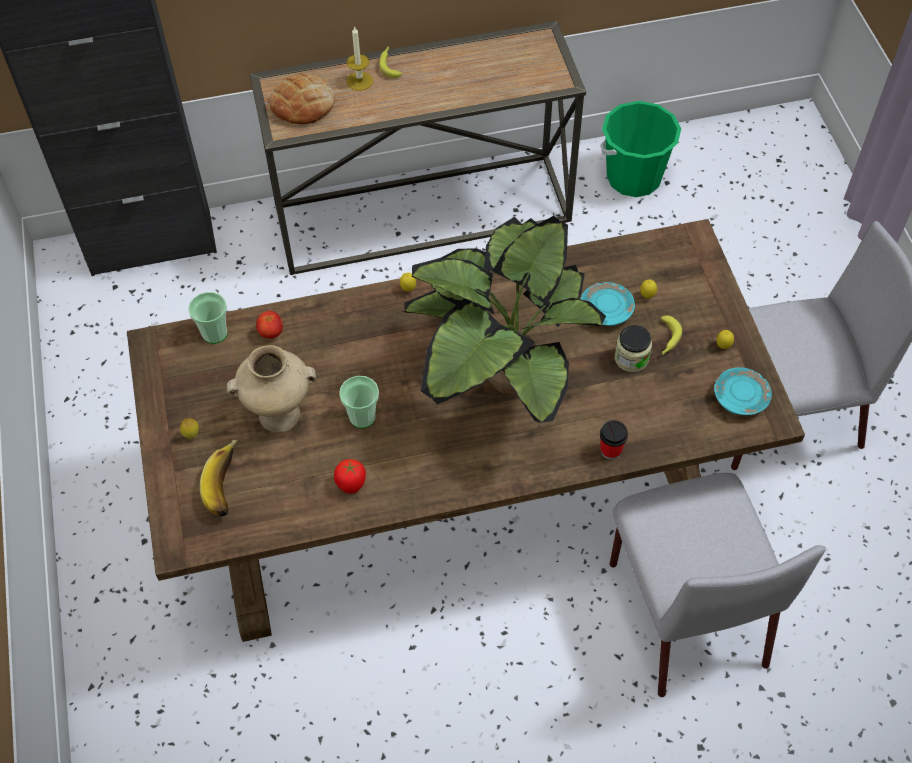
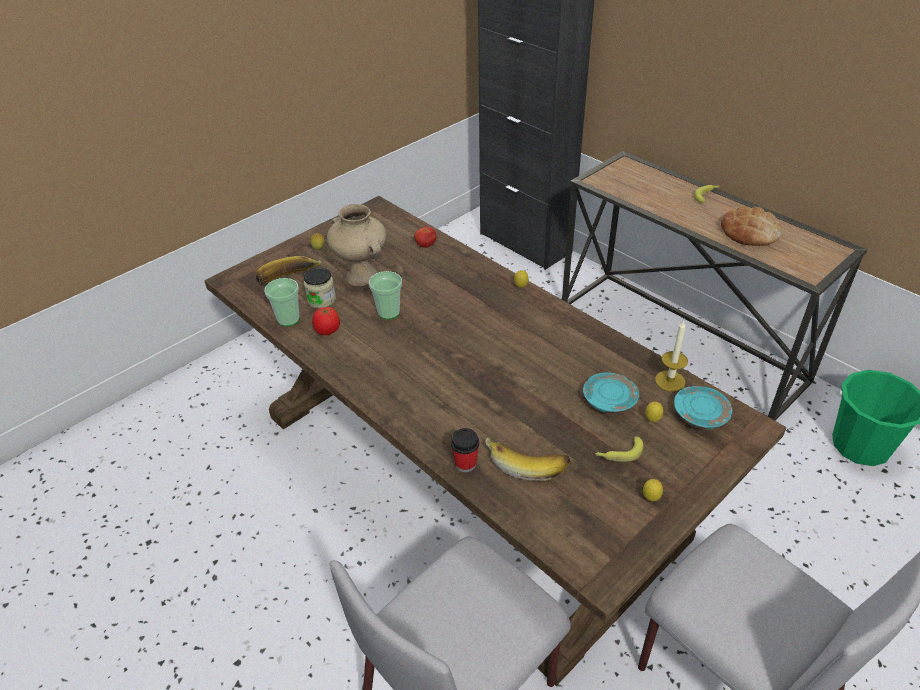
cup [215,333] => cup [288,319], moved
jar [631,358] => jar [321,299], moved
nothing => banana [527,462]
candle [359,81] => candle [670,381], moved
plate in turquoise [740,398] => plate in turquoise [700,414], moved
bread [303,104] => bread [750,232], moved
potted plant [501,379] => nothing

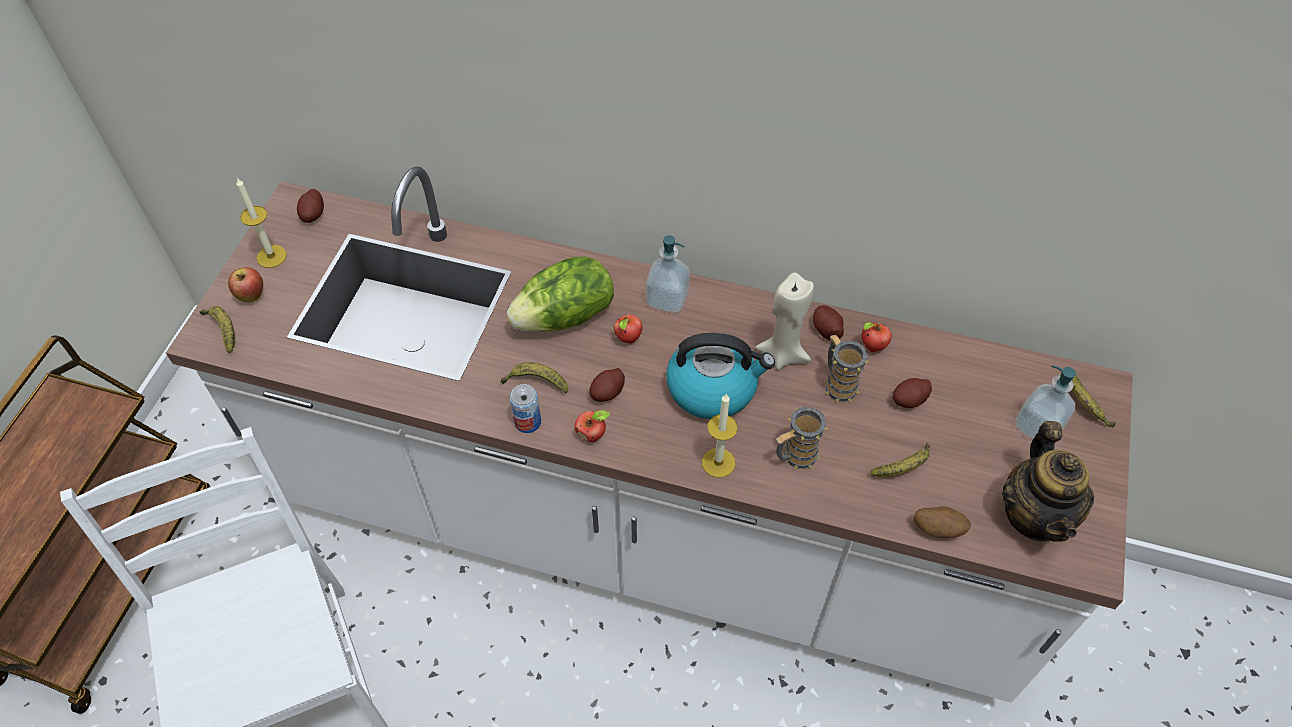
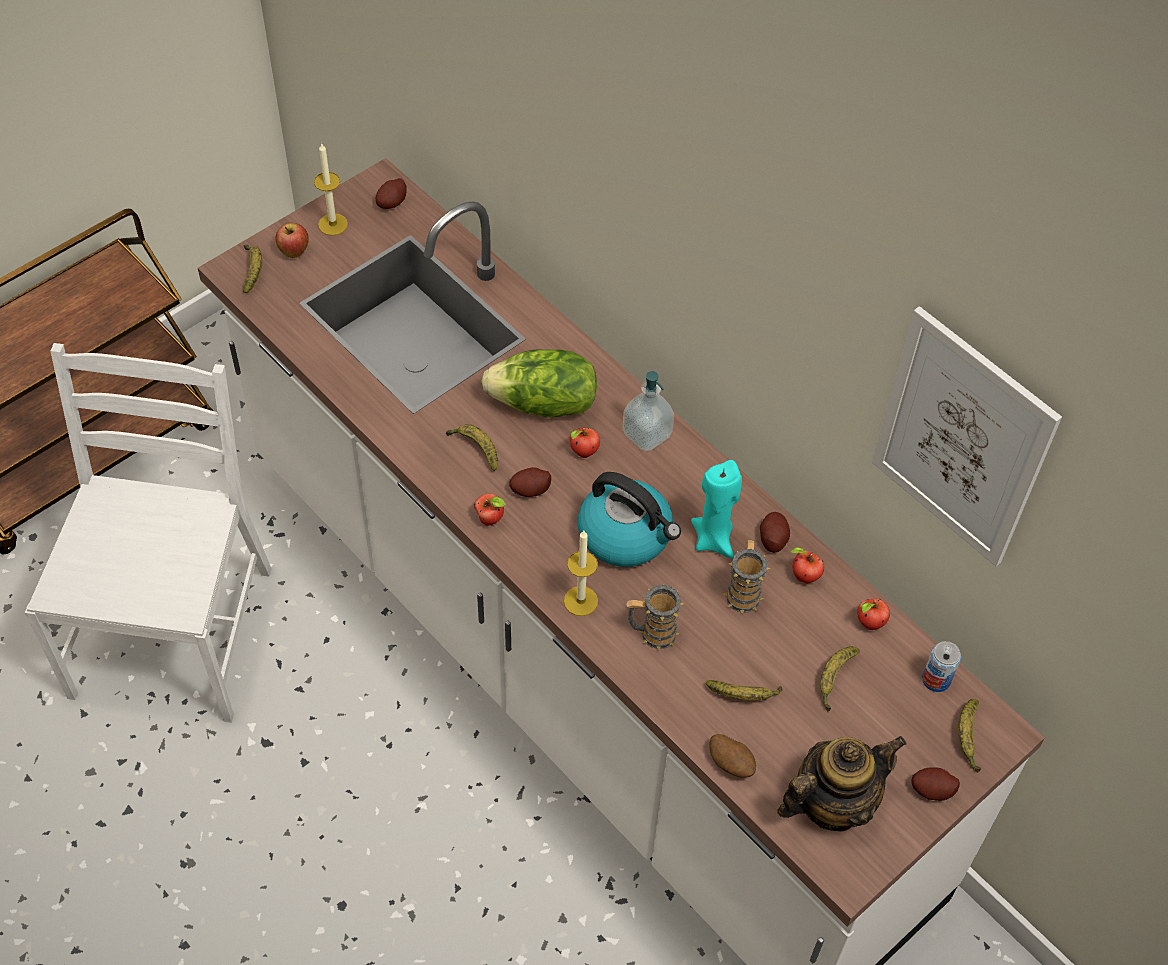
candle in beige [783,354] => candle in turquoise [714,539]
teapot [1035,514] => teapot [832,803], 150 degrees counterclockwise
nothing => banana [834,679]
nothing => apple [869,624]
nothing => picture [961,439]
potato [909,400] => potato [931,790], moved
can [527,422] => can [936,679], moved
soap dispenser [1037,426] => nothing

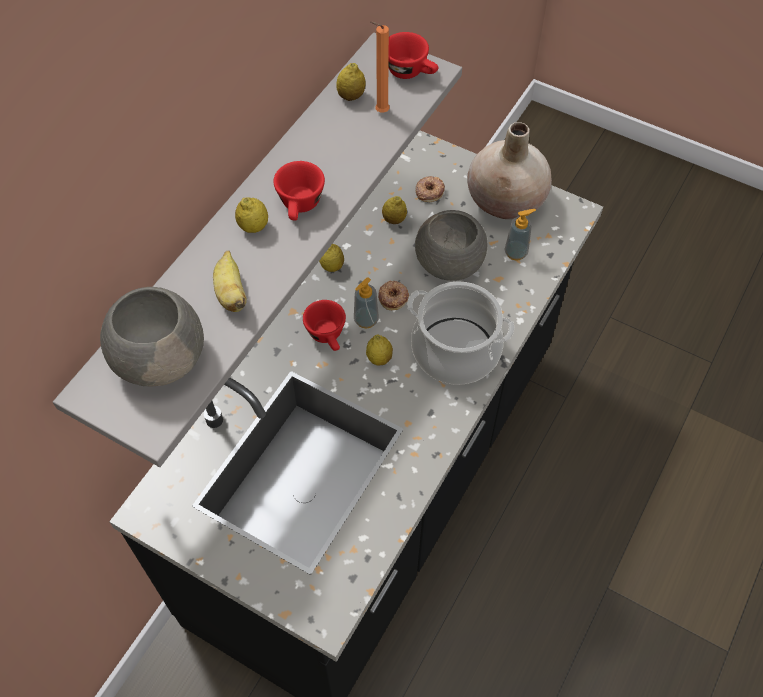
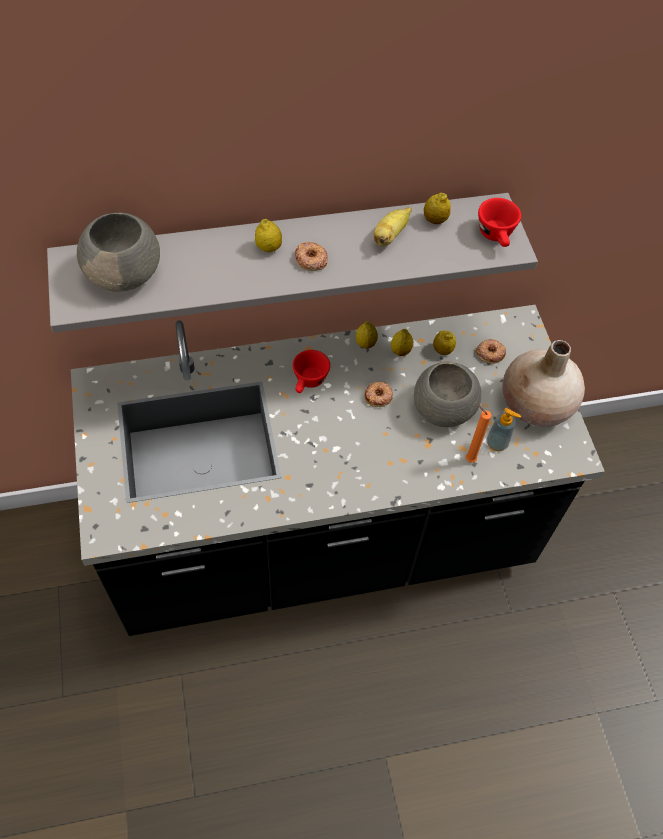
cup in red [300,207] => donut [311,259]
banana [231,293] => banana [390,236], moved
lemon [379,358] => lemon [400,351], moved
candle in orange [380,112] => candle in orange [468,459], moved
soap dispenser [366,320] => nothing
cooking pot [456,350] => nothing

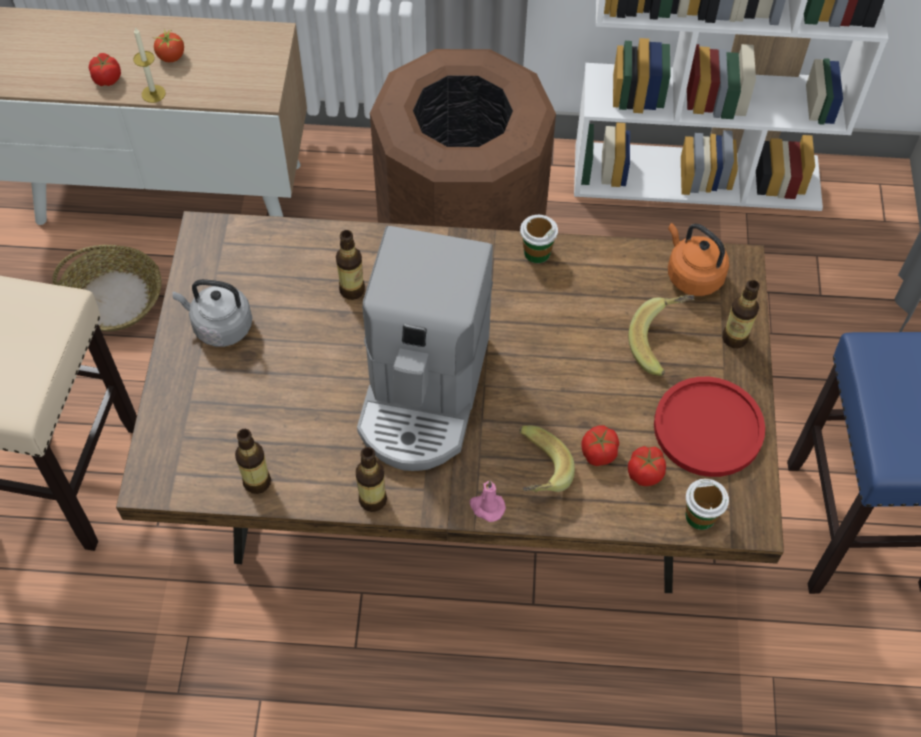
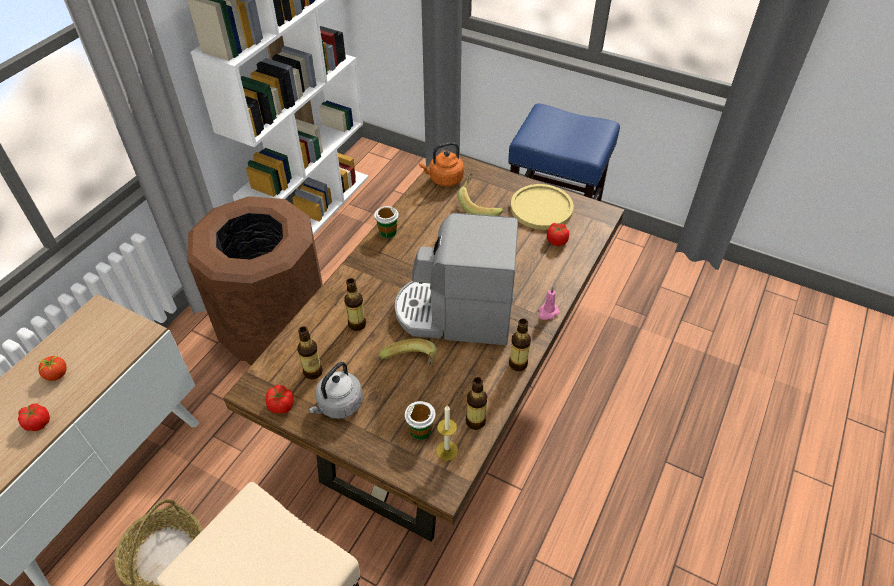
tomato [598,453] => tomato [281,405], moved
bottle [734,338] => bottle [313,372], moved
banana [534,472] => banana [410,365], moved
coffee machine [424,393] => coffee machine [455,315], 150 degrees clockwise
cup [700,516] => cup [420,430], moved
candle [153,93] => candle [447,450], moved
plate in red [708,428] => plate in yellow [541,208]

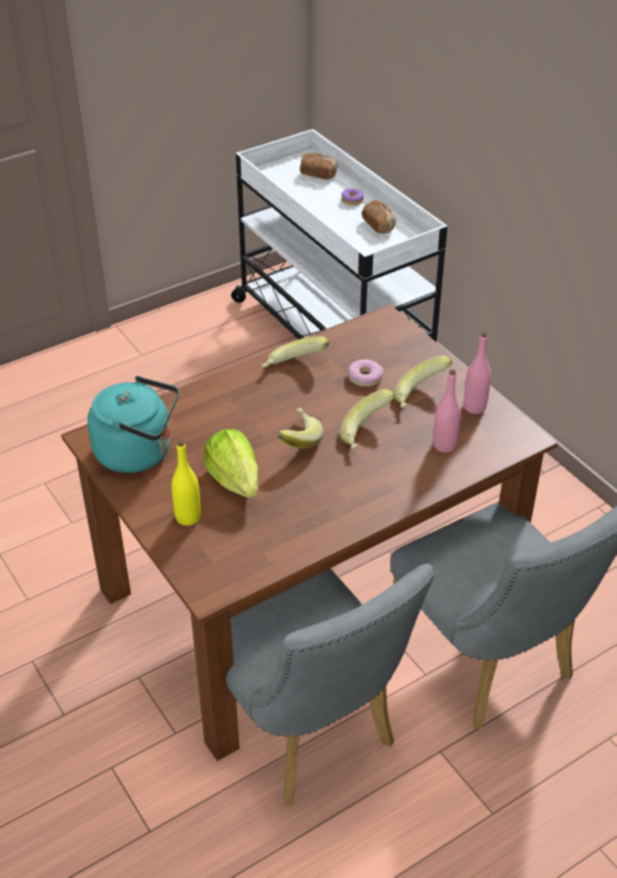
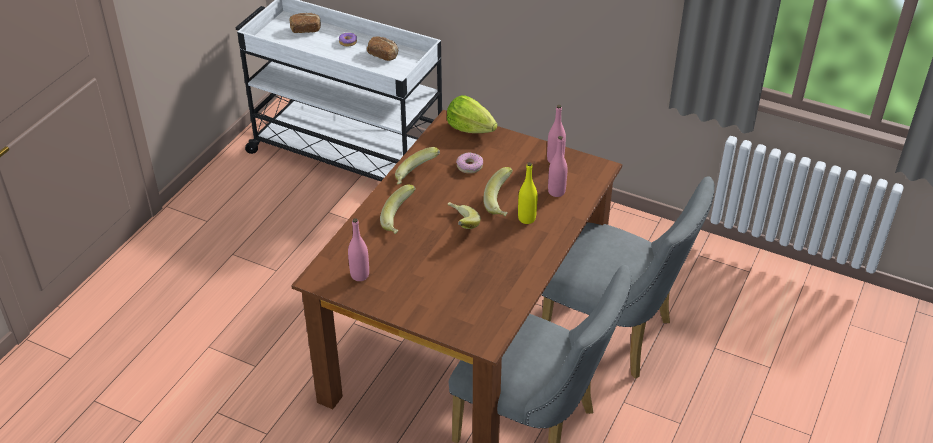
kettle in turquoise [139,452] => bottle in pink [360,275]
banana [421,397] => banana [400,221], moved
lettuce [235,480] => lettuce [470,128], moved
bottle in yellow [188,517] => bottle in yellow [526,218], moved

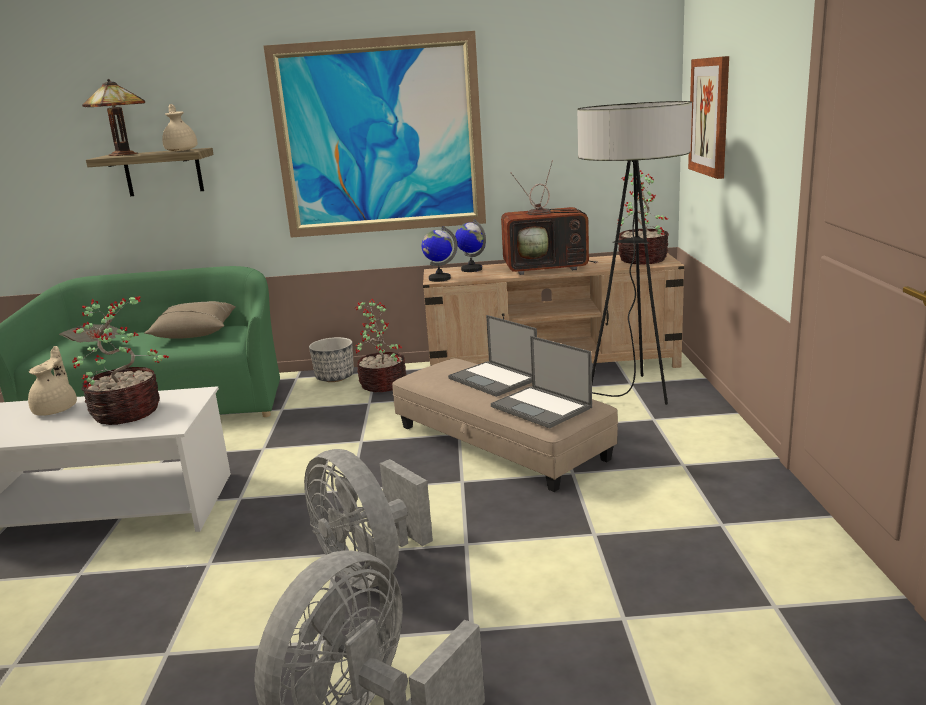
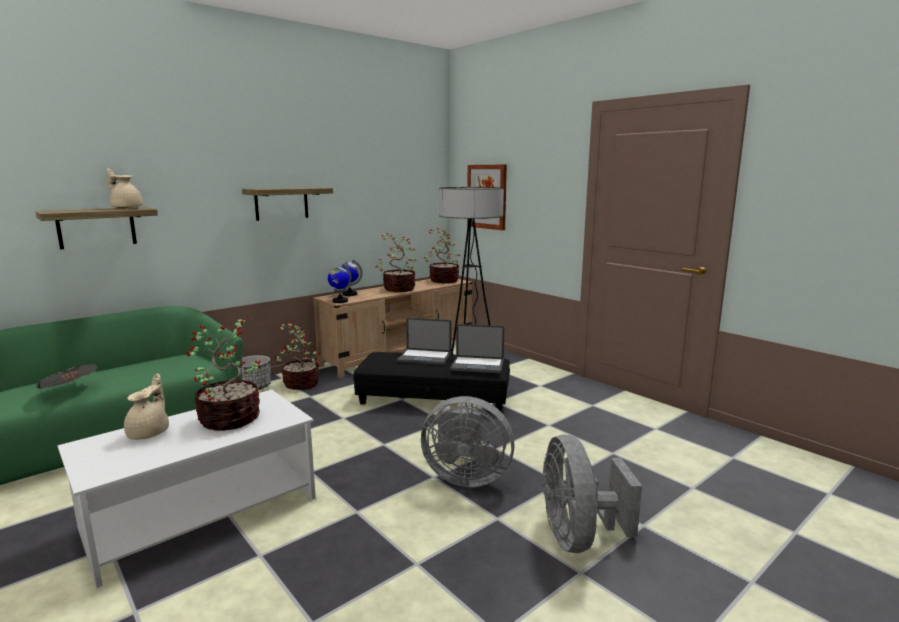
teapot in beige [57,409] => teapot in beige [150,433], 45 degrees clockwise
picture [379,138] => shelf [281,203]
ottoman in beige [500,442] => ottoman in black [434,397]
television [547,268] => potted plant [398,289]
table lamp [124,154] => nothing
pillow in beige [195,332] => nothing

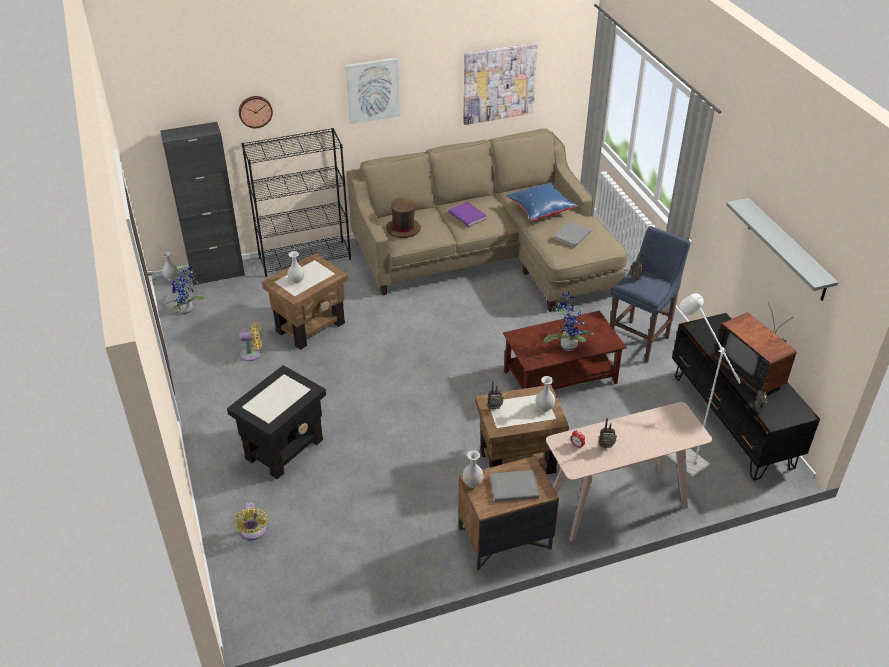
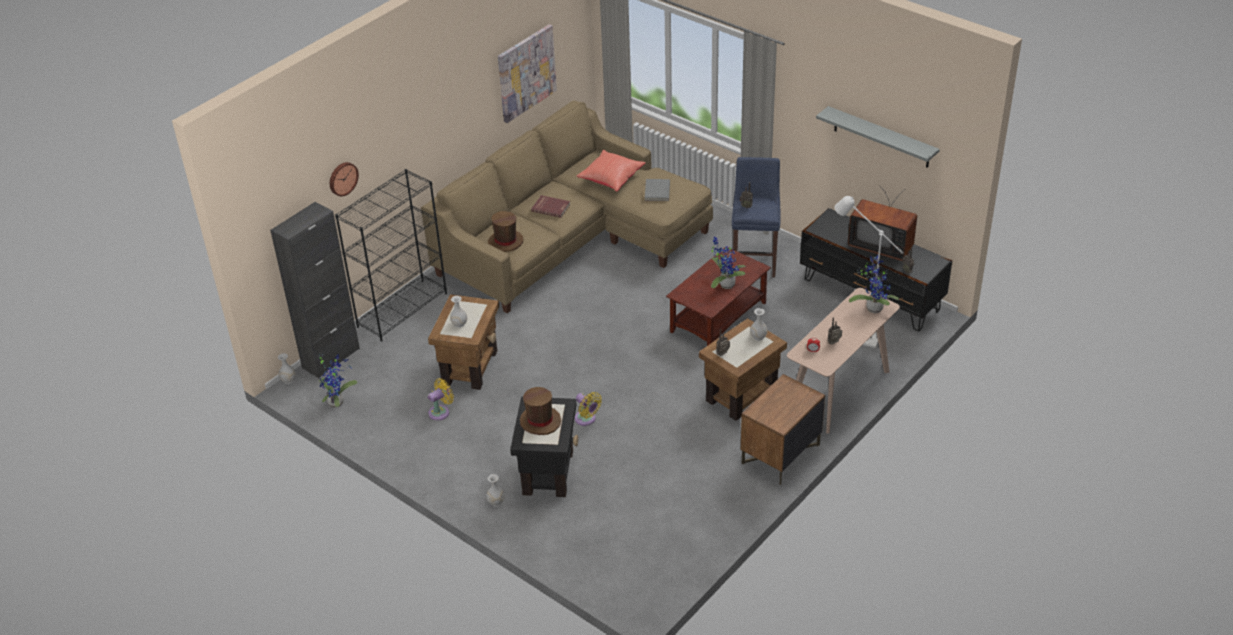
vase in white [472,483] => vase in white [495,502], moved
nothing => hat in brown [540,421]
book in purple [468,215] => book in red [551,207]
fan in yellow [253,532] => fan in yellow [586,419], moved
pillow in blue [540,210] => pillow in red [611,179]
nothing => potted plant [873,307]
picture [372,90] => nothing
book in grey [513,487] => nothing

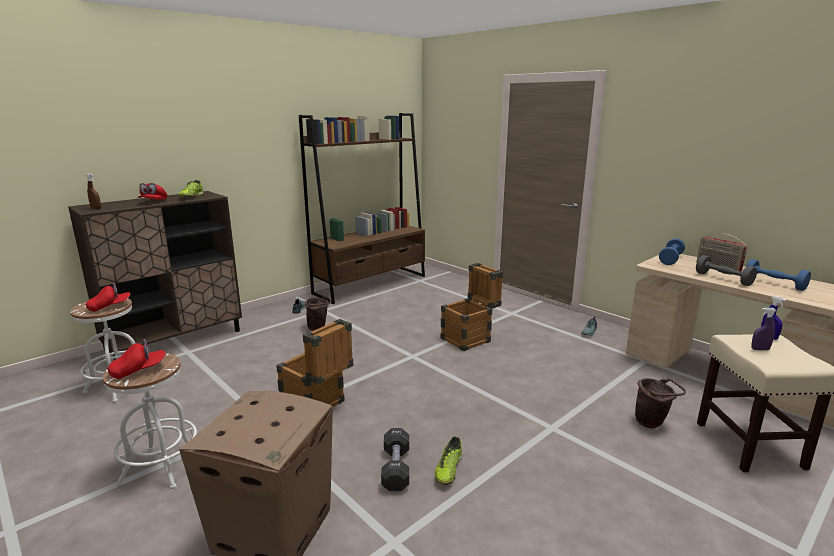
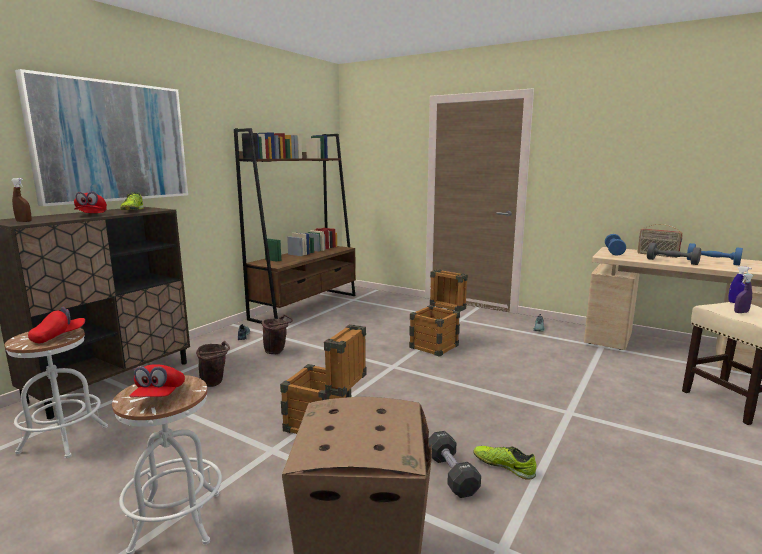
nothing => picture [112,142]
cap in red [139,370] => cap in red [159,396], 135 degrees clockwise
bucket in brown [652,423] => bucket in brown [215,383], moved
shoe [448,469] => shoe [504,466], 120 degrees clockwise

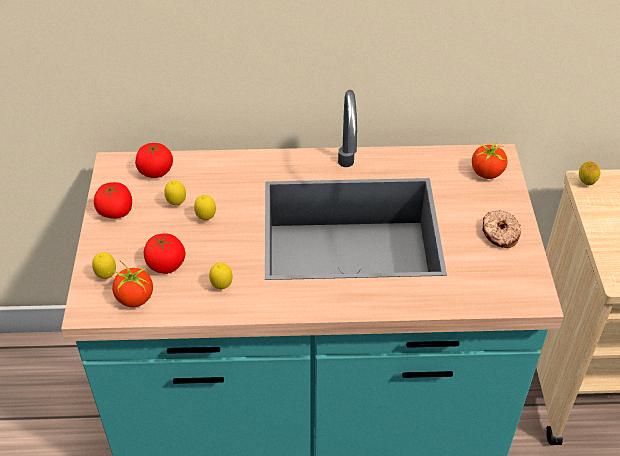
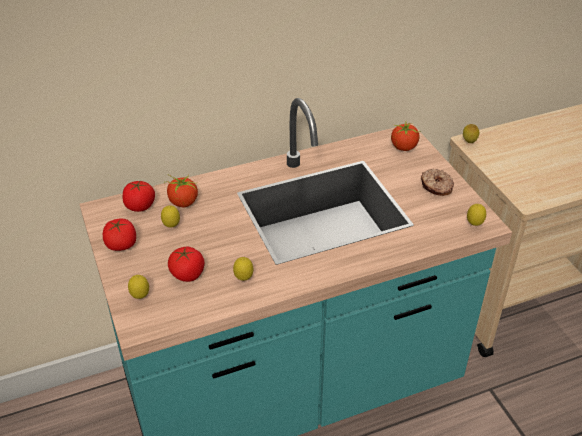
tomato [134,298] => tomato [183,202], moved
lemon [206,218] => lemon [474,225], moved

